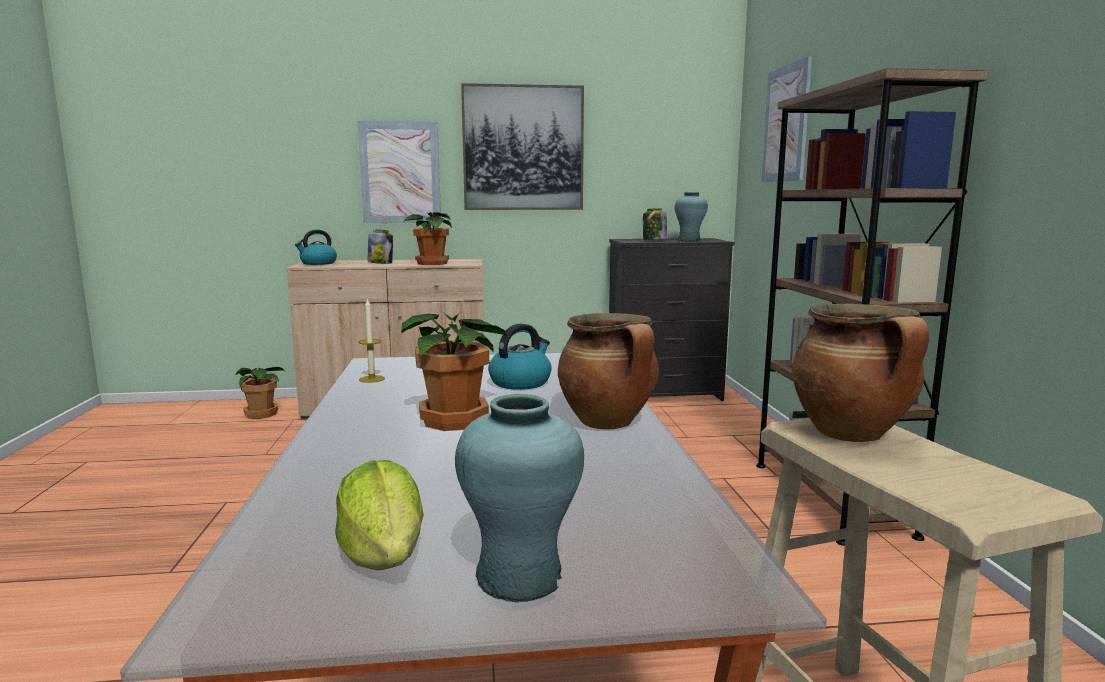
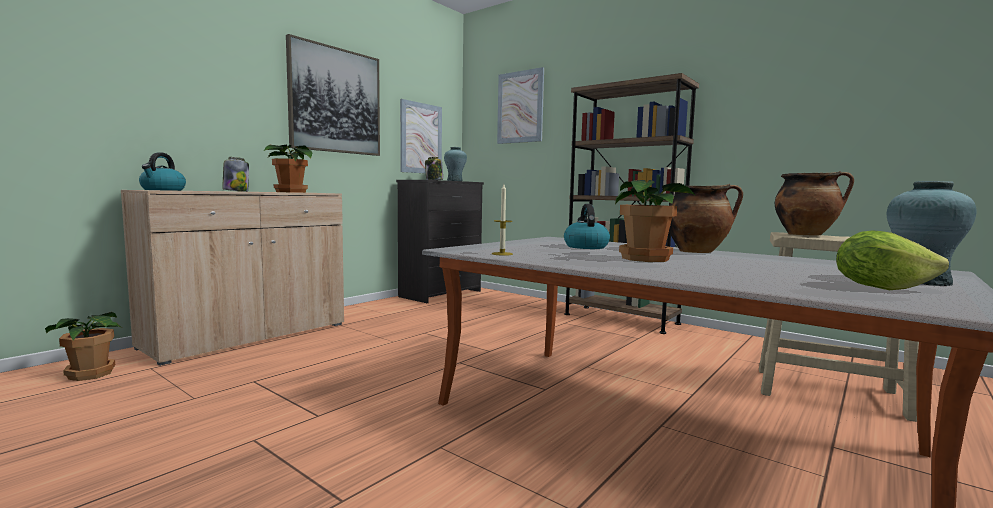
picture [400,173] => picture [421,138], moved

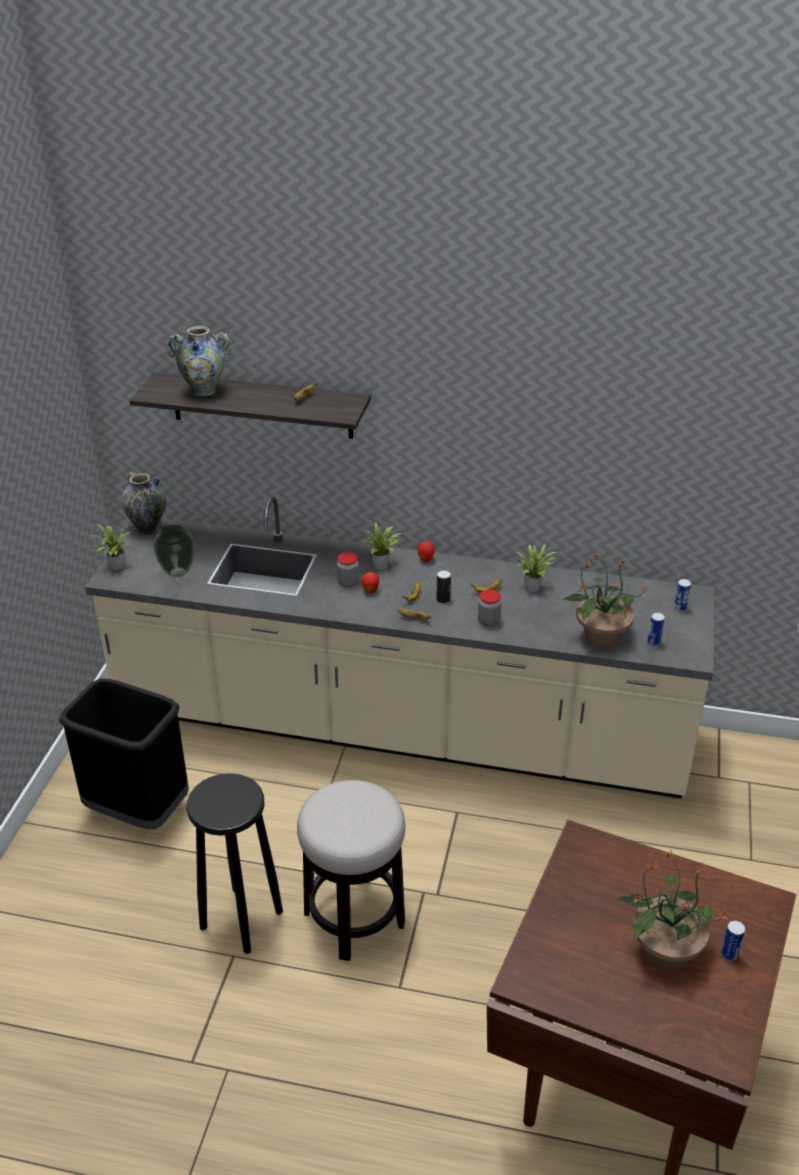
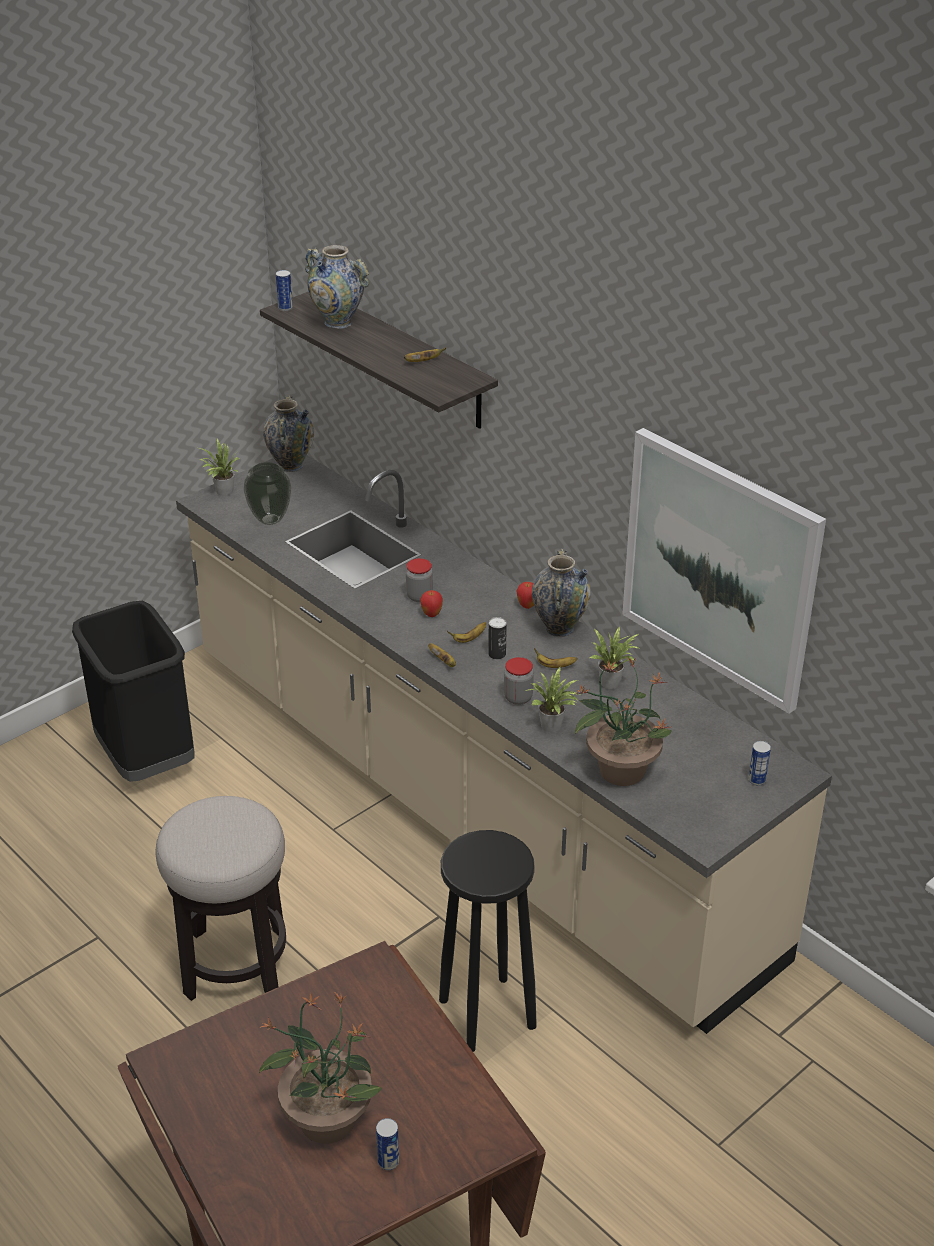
can [653,642] => can [285,308], moved
stool in black [240,920] => stool in black [486,1013], moved
potted plant [382,565] => potted plant [553,727], moved
nothing => vase [559,628]
nothing => picture [719,568]

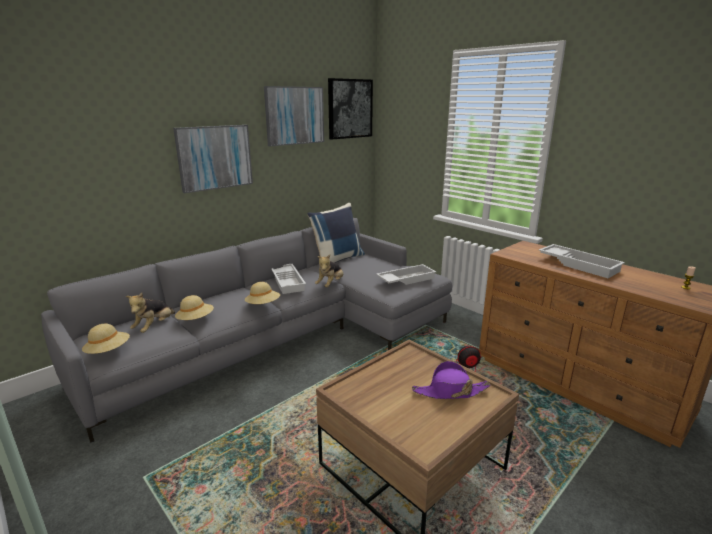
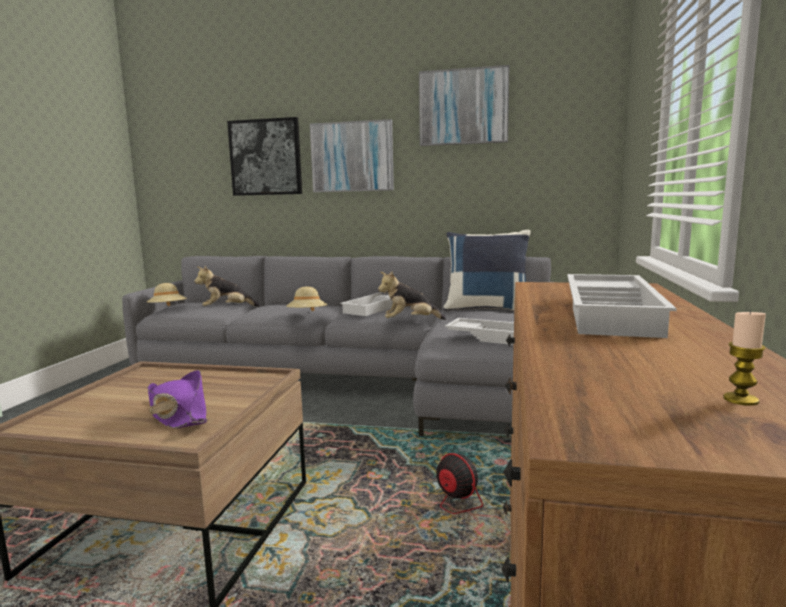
picture [350,109] => picture [266,157], moved
hat in beige [195,320] => nothing

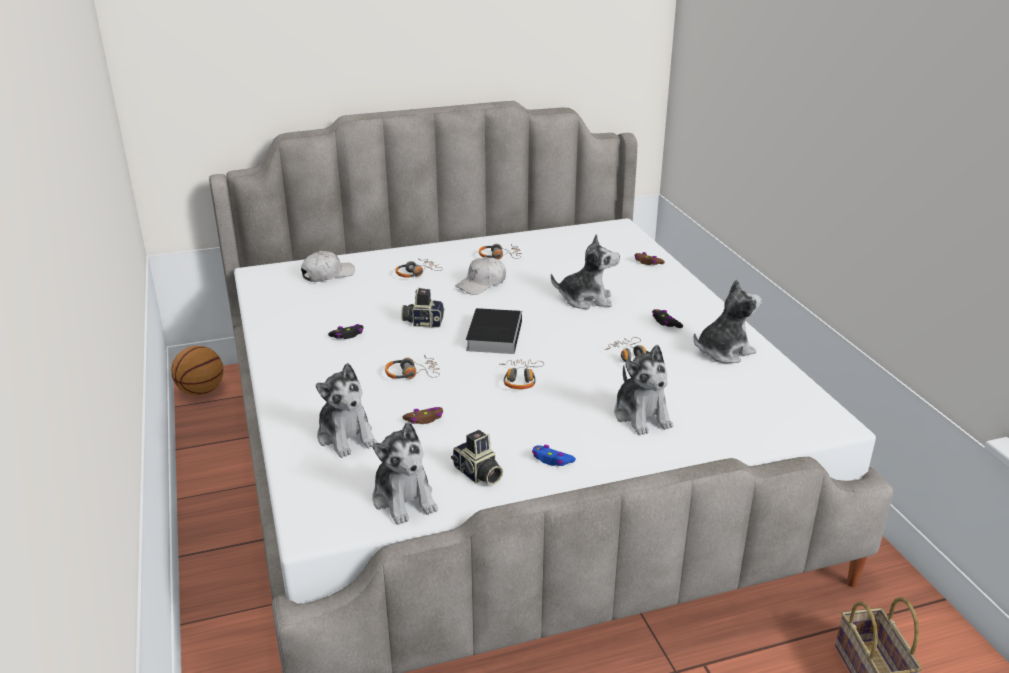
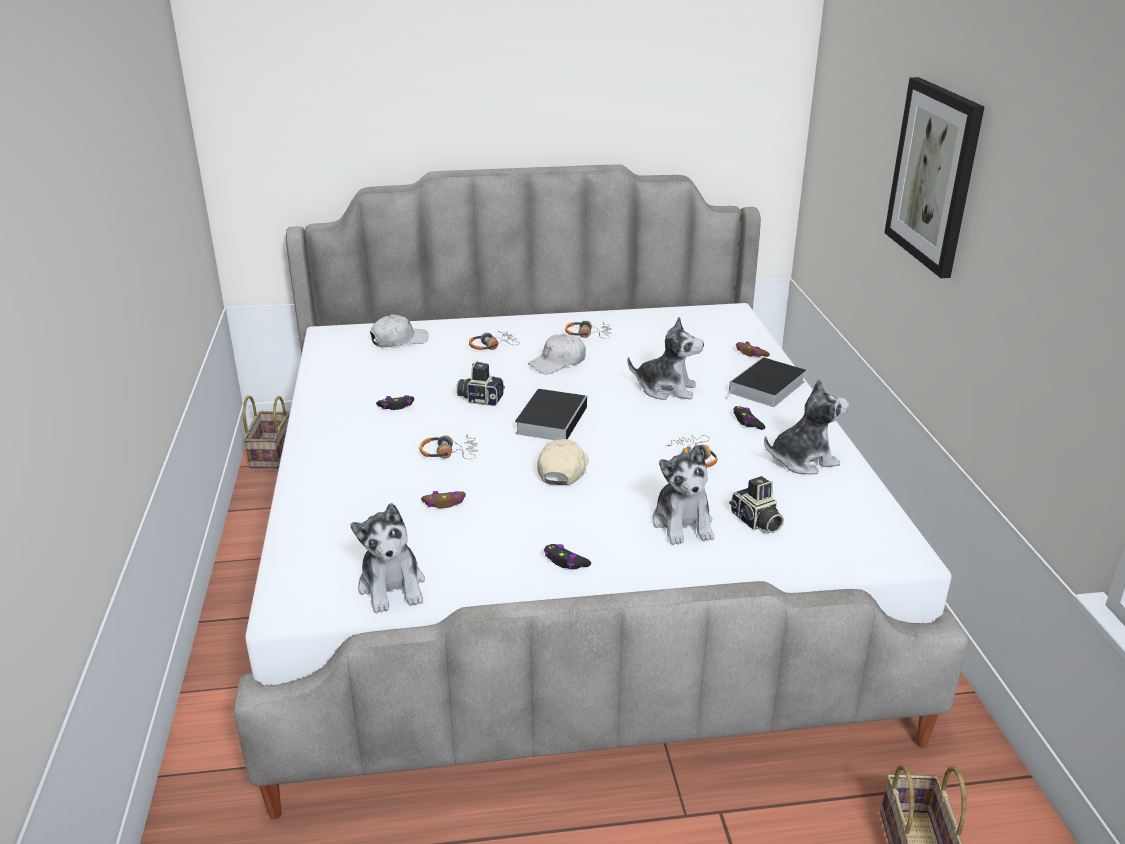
basketball [201,391] => basket [270,453]
headphones [520,379] => cap in beige [563,470]
game controller in blue [552,460] => game controller in black [565,562]
nothing => book [766,388]
photo camera [477,474] => photo camera [755,522], moved
nothing => picture [934,175]
plush toy [346,436] => nothing

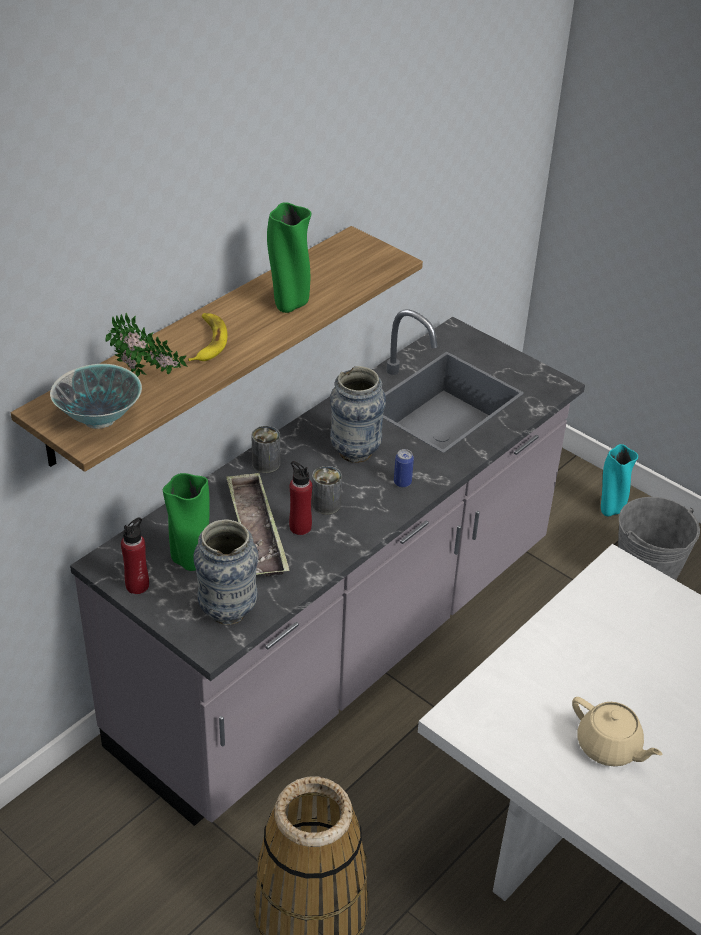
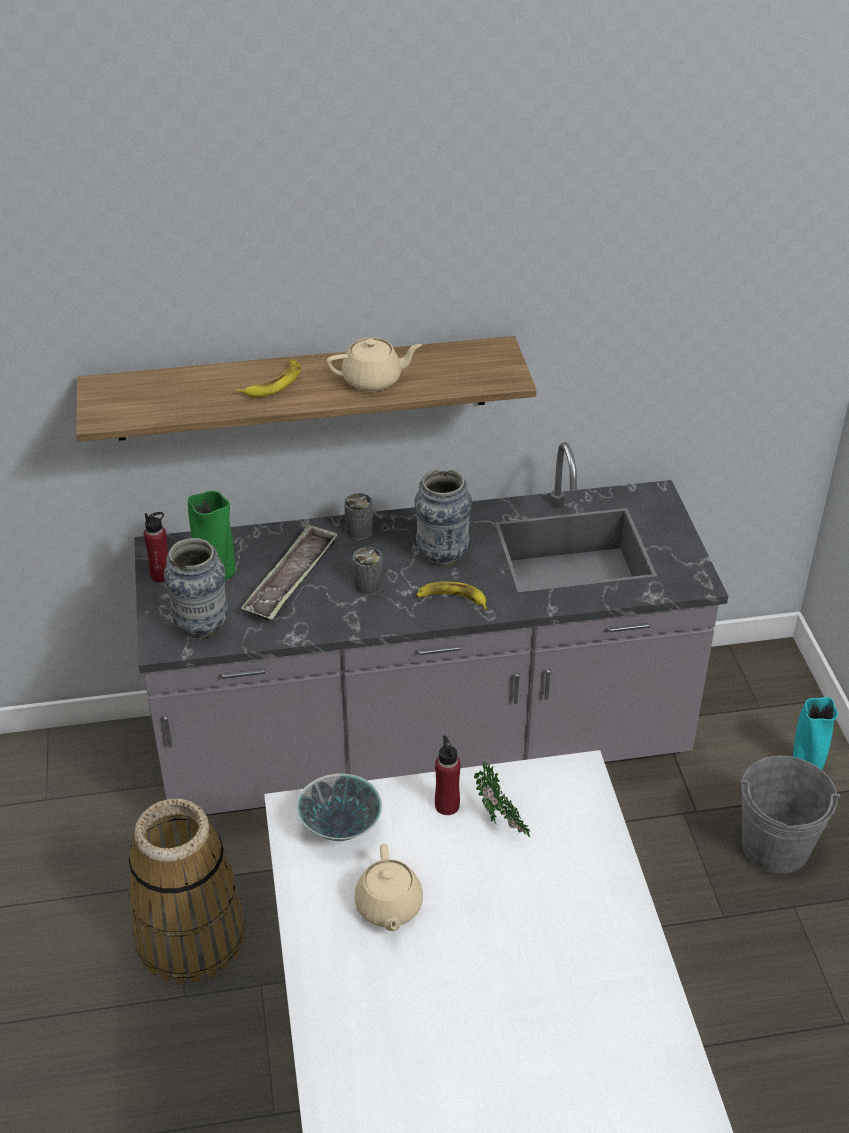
bowl [100,419] => bowl [341,829], moved
vase in green [289,305] => teapot in beige [373,380]
can [402,482] => banana [452,599]
bottle in red [300,527] => bottle in red [447,805], moved
potted plant [147,377] => potted plant [500,825], moved

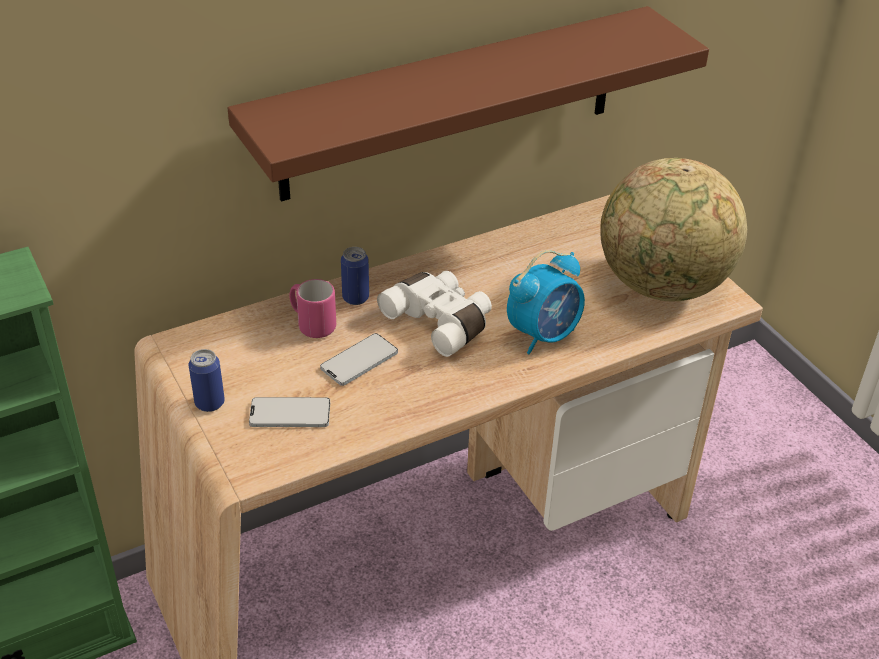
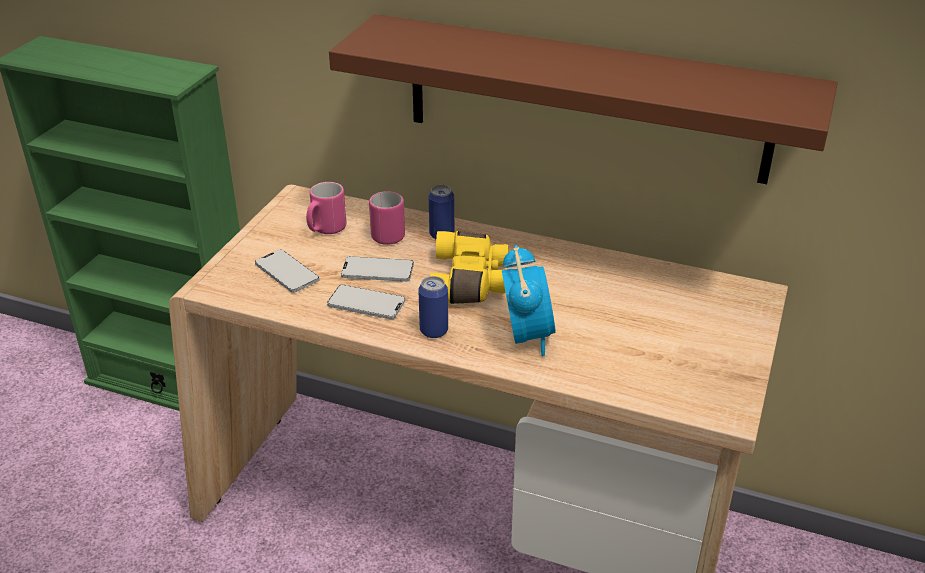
nothing => mug in pink [325,230]
nothing => phone [366,303]
can [209,403] => can [434,331], moved
binoculars in white [441,321] => binoculars in yellow [471,281]
alarm clock [544,335] => alarm clock [526,336], 105 degrees counterclockwise
globe [663,286] => nothing

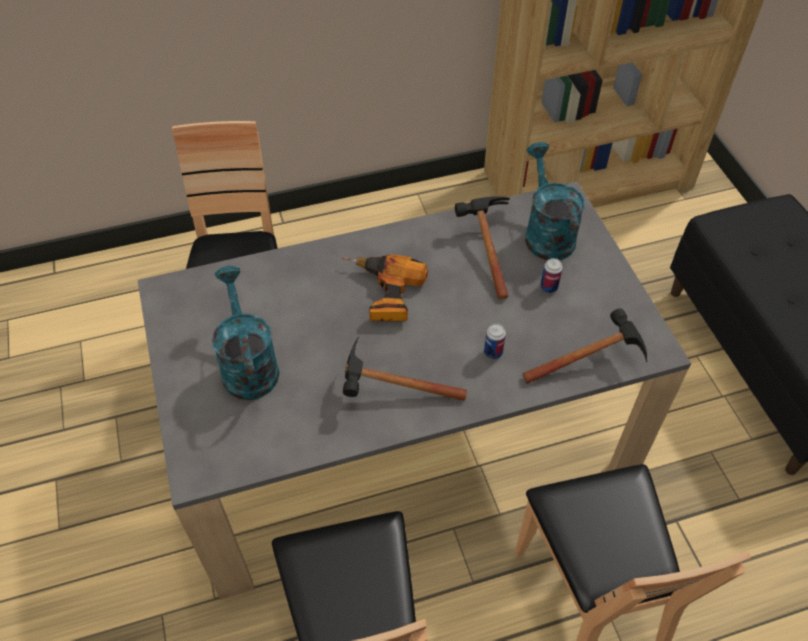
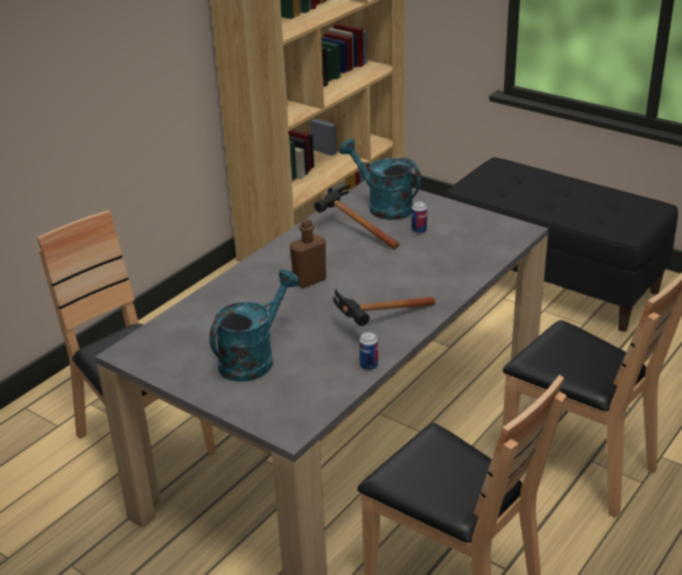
watering can in turquoise [248,364] => watering can in turquoise [253,358], 90 degrees clockwise
power drill [384,294] => bottle in brown [309,280]
can [493,352] => can [369,366], moved
hammer [592,360] => nothing

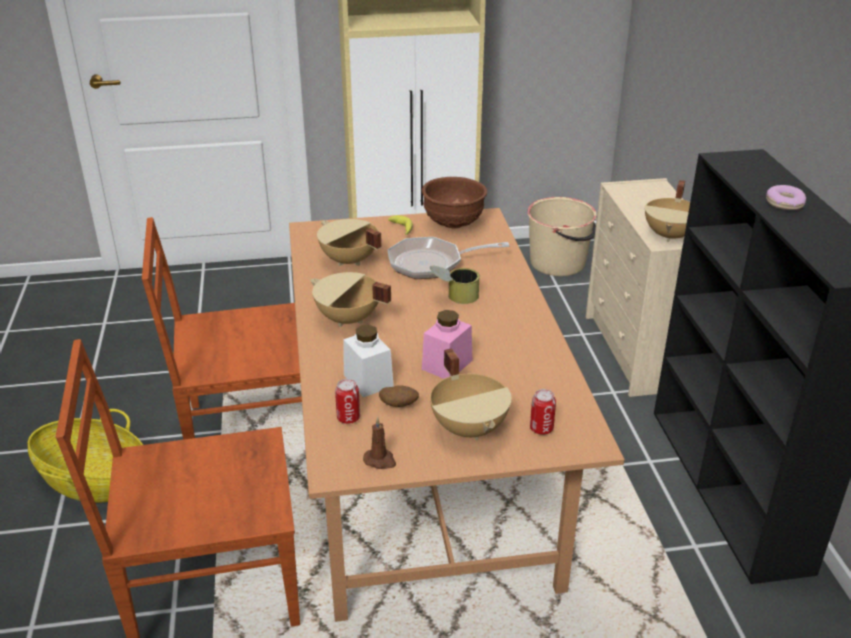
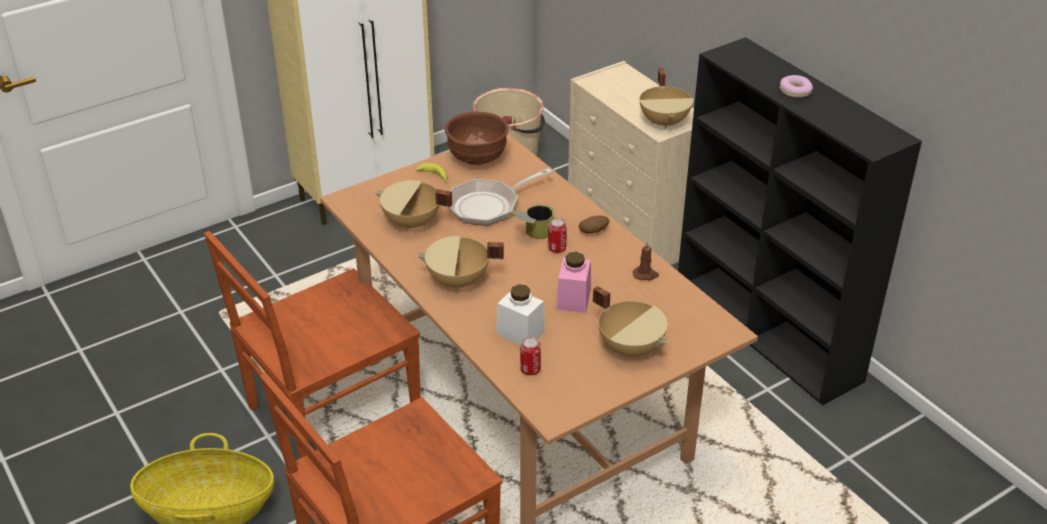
can [541,429] => can [556,248], moved
potato [399,405] => potato [593,232], moved
candle in brown [380,460] => candle in brown [645,275], moved

